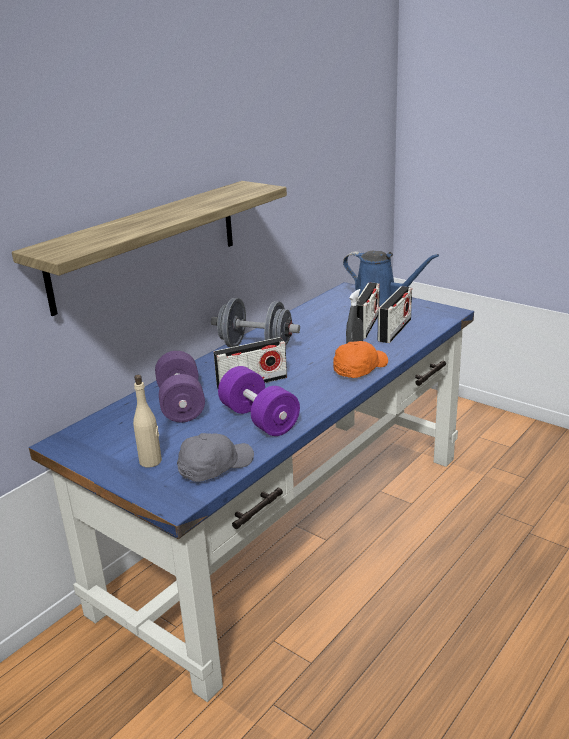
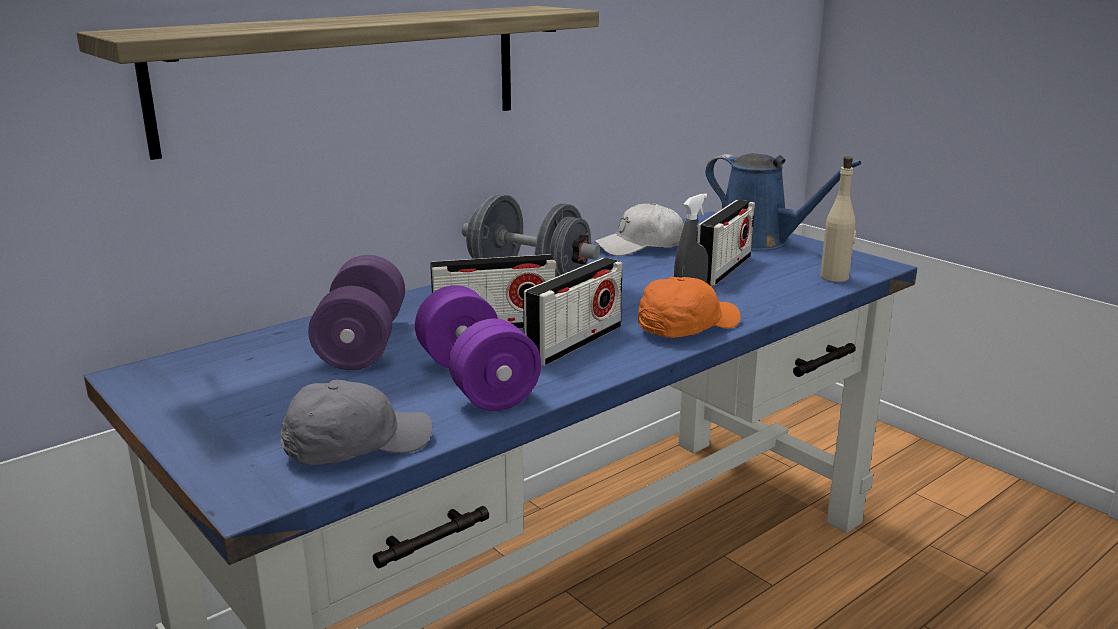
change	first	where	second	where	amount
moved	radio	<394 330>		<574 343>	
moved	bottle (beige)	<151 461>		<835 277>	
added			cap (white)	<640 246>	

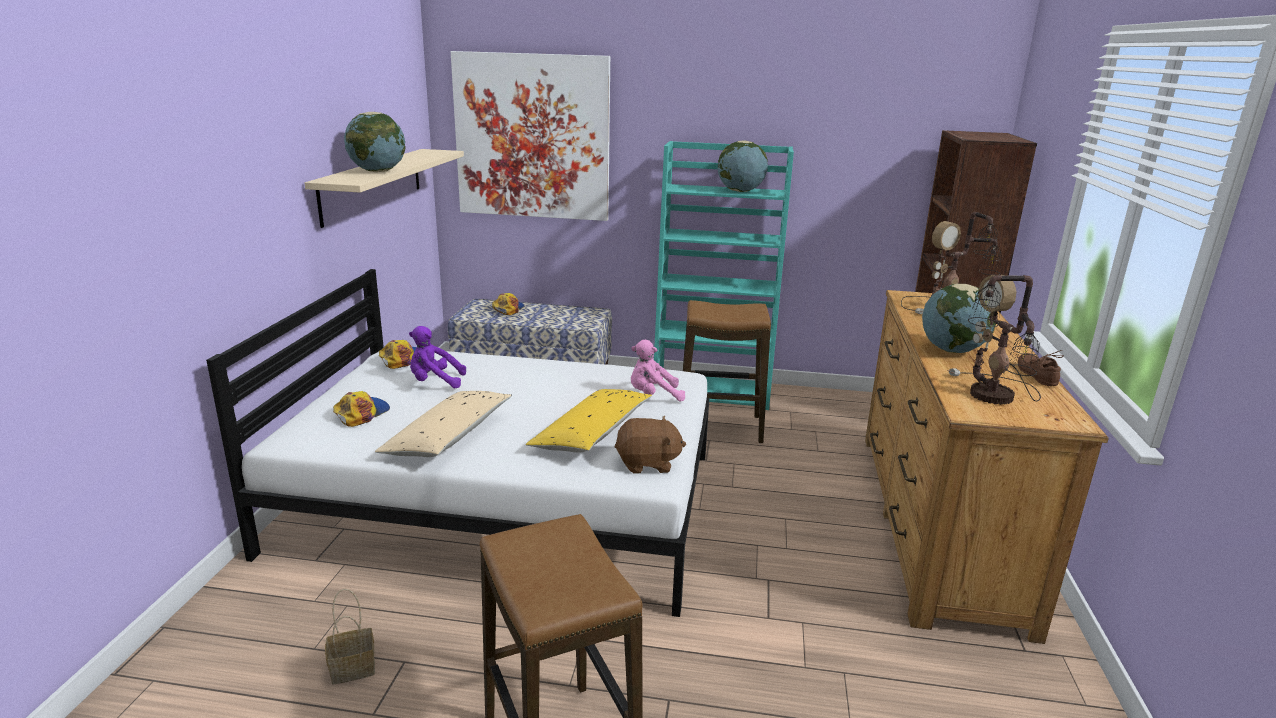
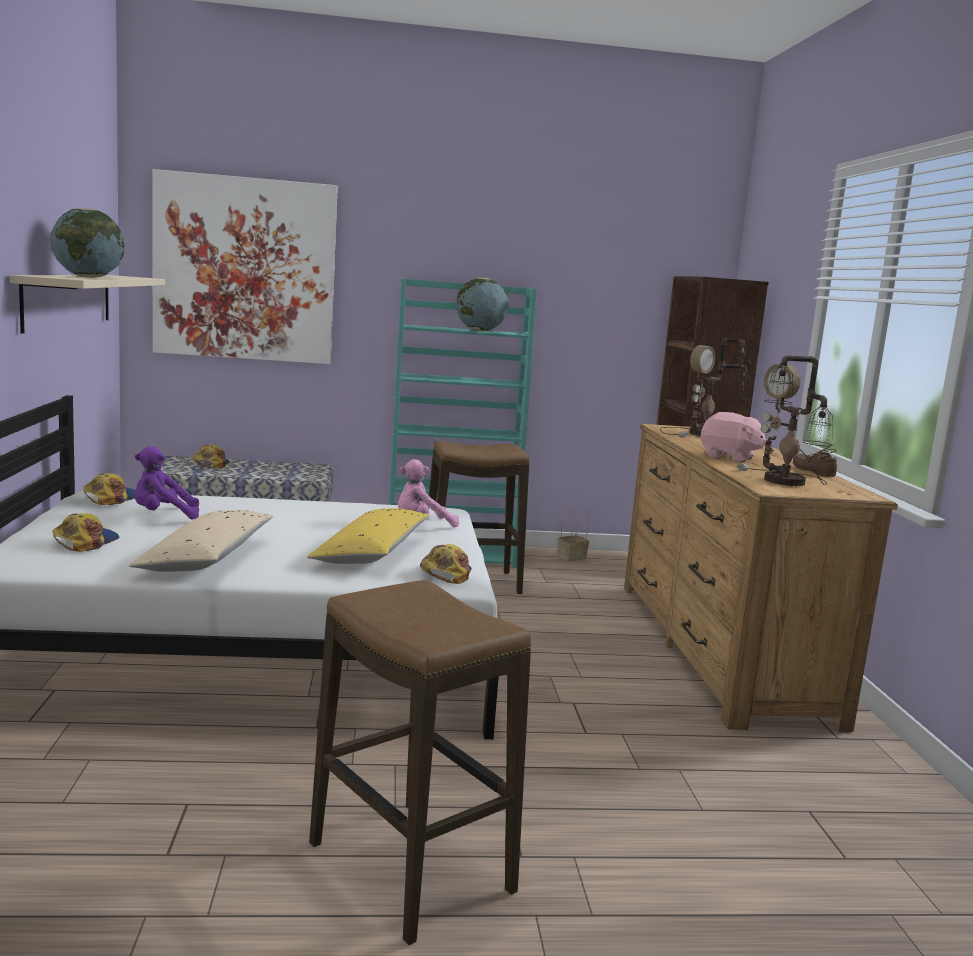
change	first	where	second	where	amount
replaced	globe	<952 350>	plush toy (pink)	<729 457>	
replaced	plush toy (brown)	<648 464>	cap	<446 573>	
moved	basket	<354 667>		<572 557>	

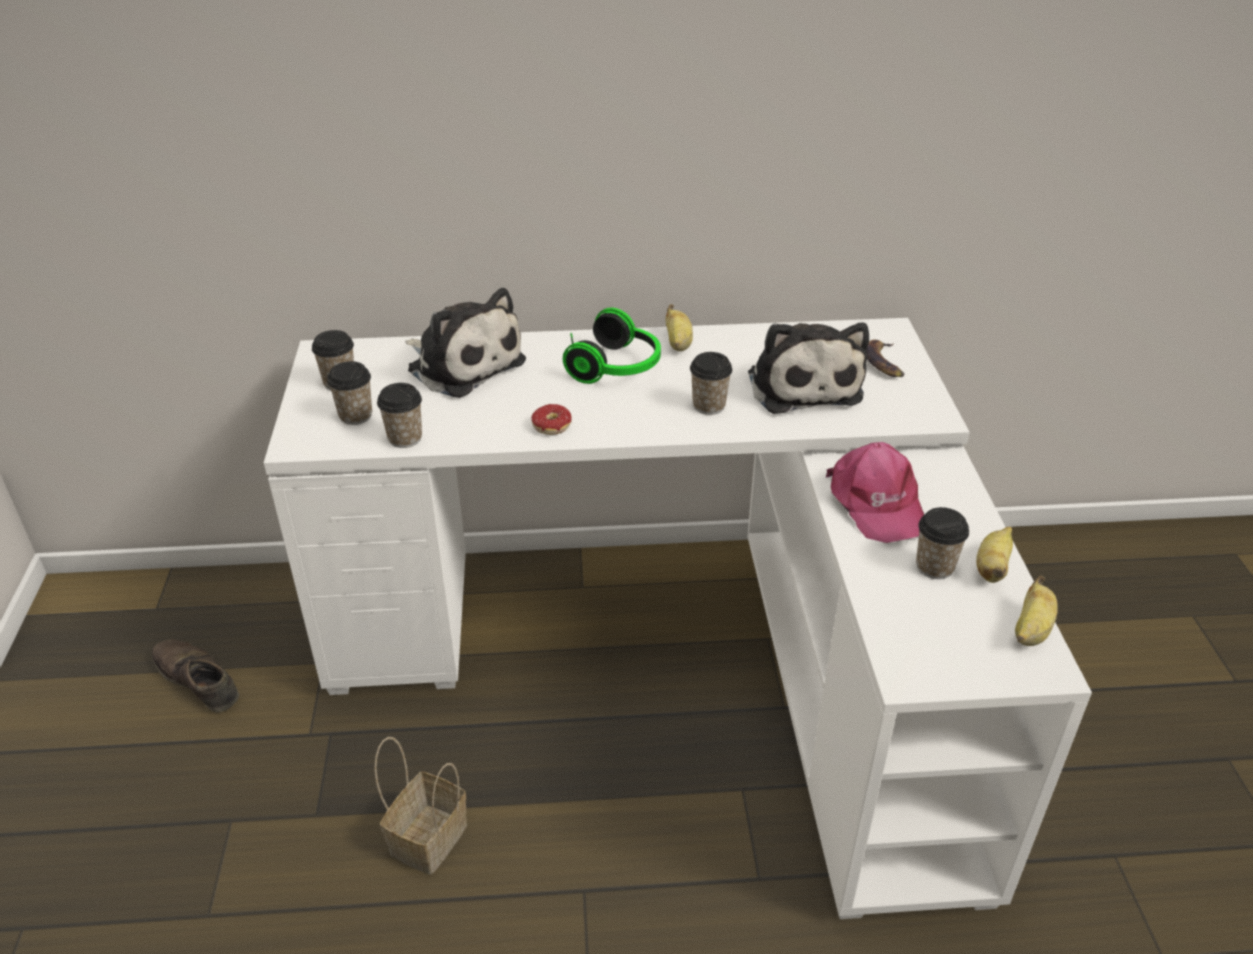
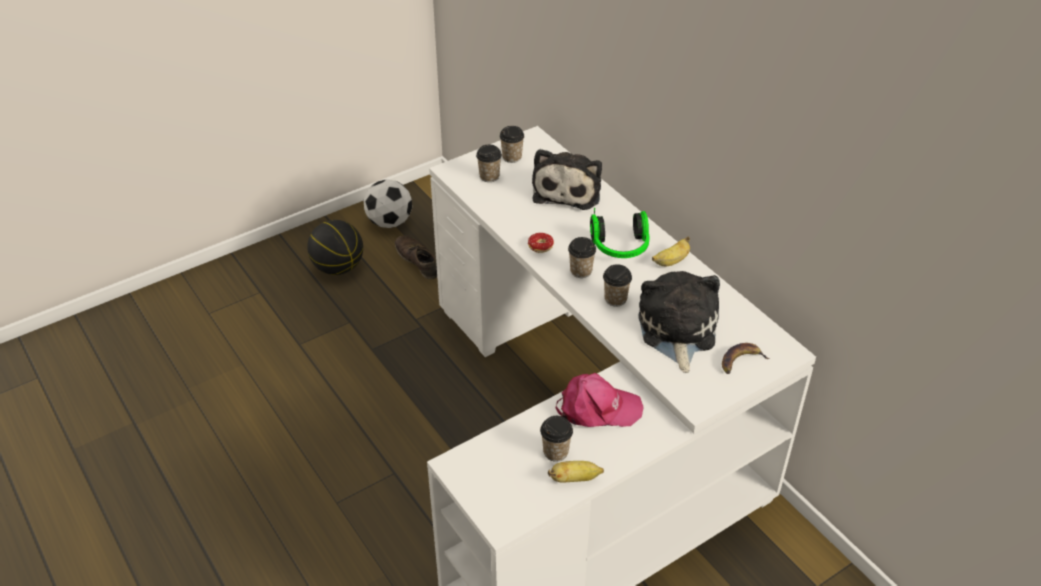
change	first	where	second	where	amount
turned	plush toy	<802 384>		<677 331>	135 degrees clockwise
moved	cup	<405 438>		<581 271>	
turned	cap (pink)	<876 503>		<597 408>	135 degrees counterclockwise
removed	banana	<1031 631>			
turned	shoe (brown)	<197 680>		<418 261>	45 degrees counterclockwise
removed	basket	<429 836>			
added			football	<389 222>	
added			basketball	<338 267>	

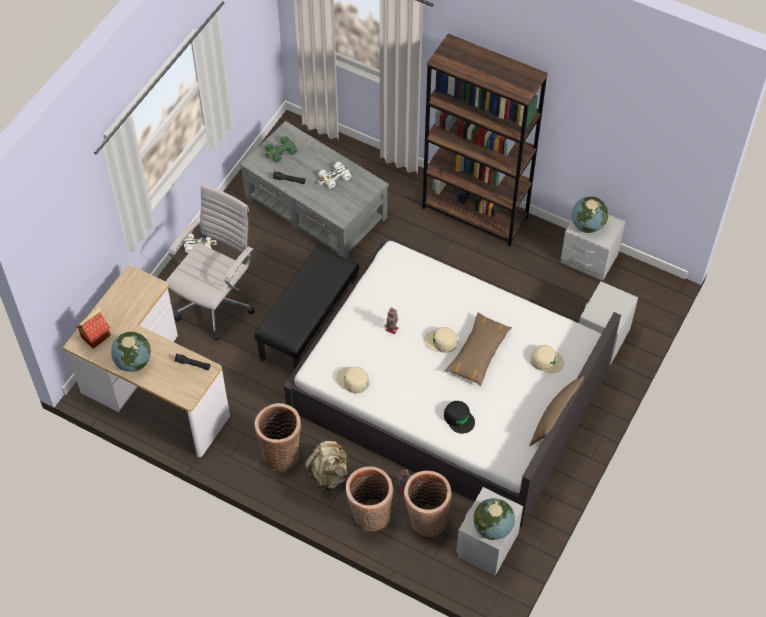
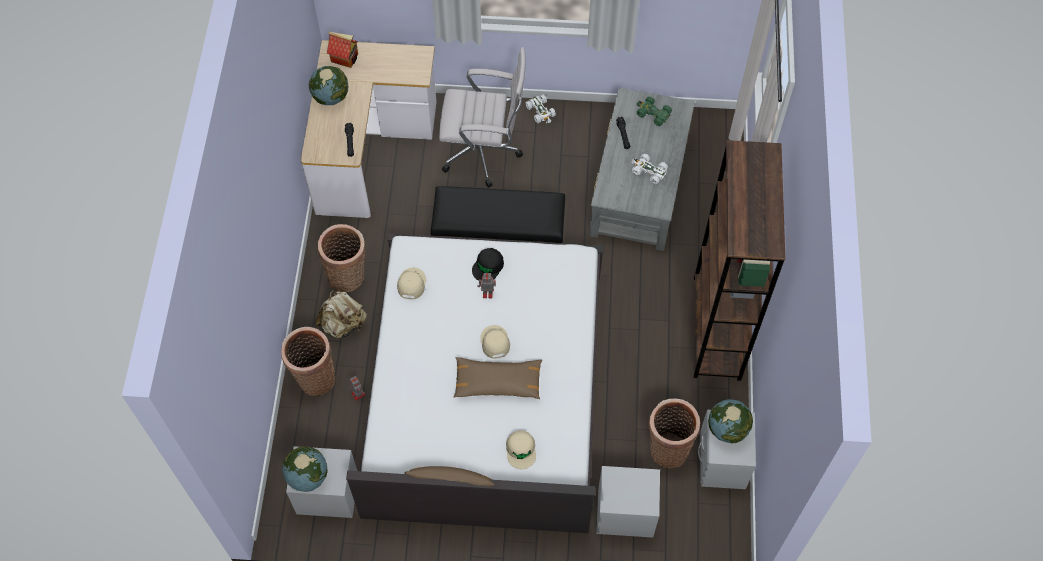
change	first	where	second	where	amount
moved	cap (black)	<459 418>		<488 266>	
moved	basket	<426 520>		<667 447>	

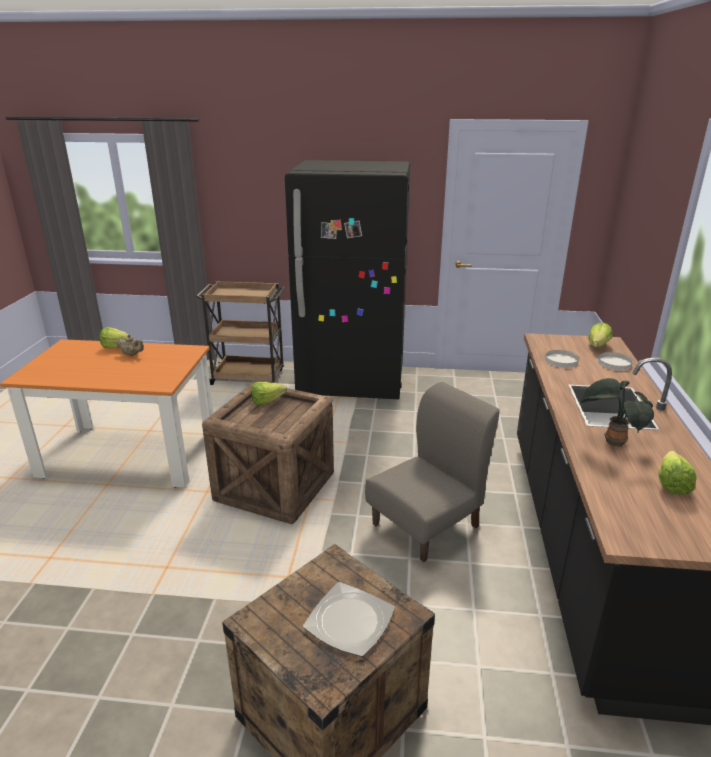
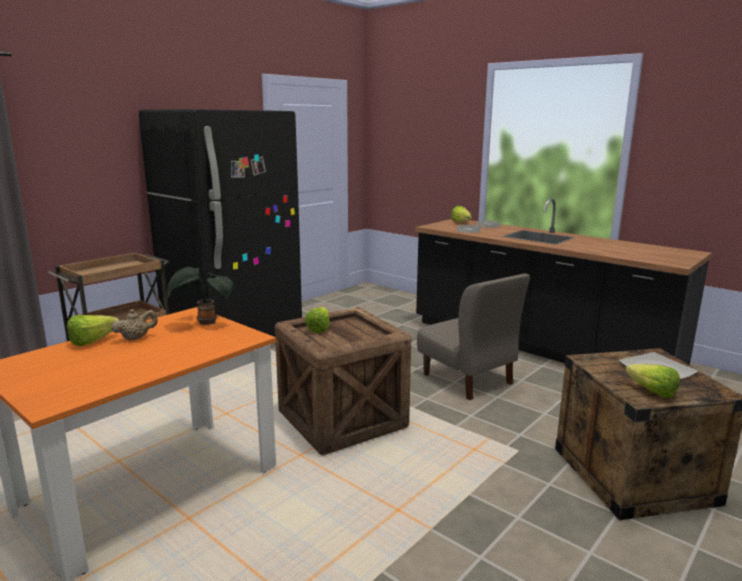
change	first	where	second	where	amount
moved	potted plant	<611 441>		<204 323>	
turned	chair (grey)	<426 525>		<467 379>	150 degrees clockwise
moved	lettuce	<672 482>		<648 390>	

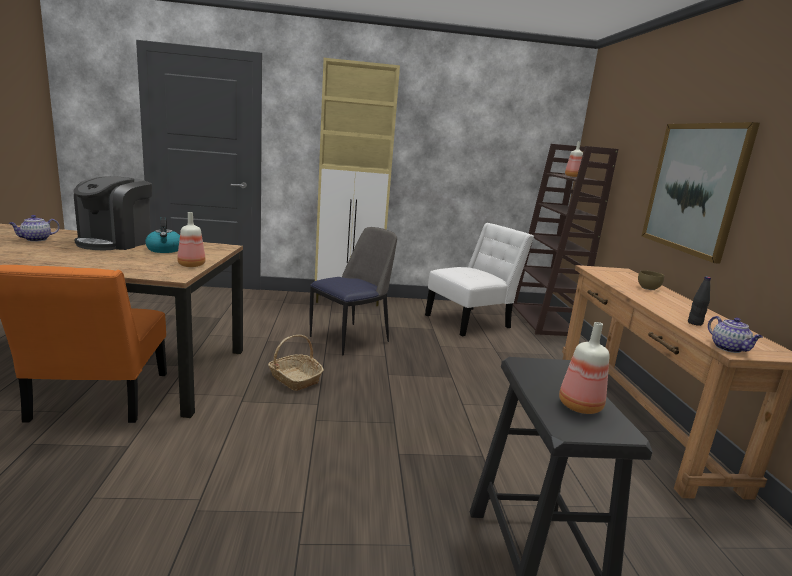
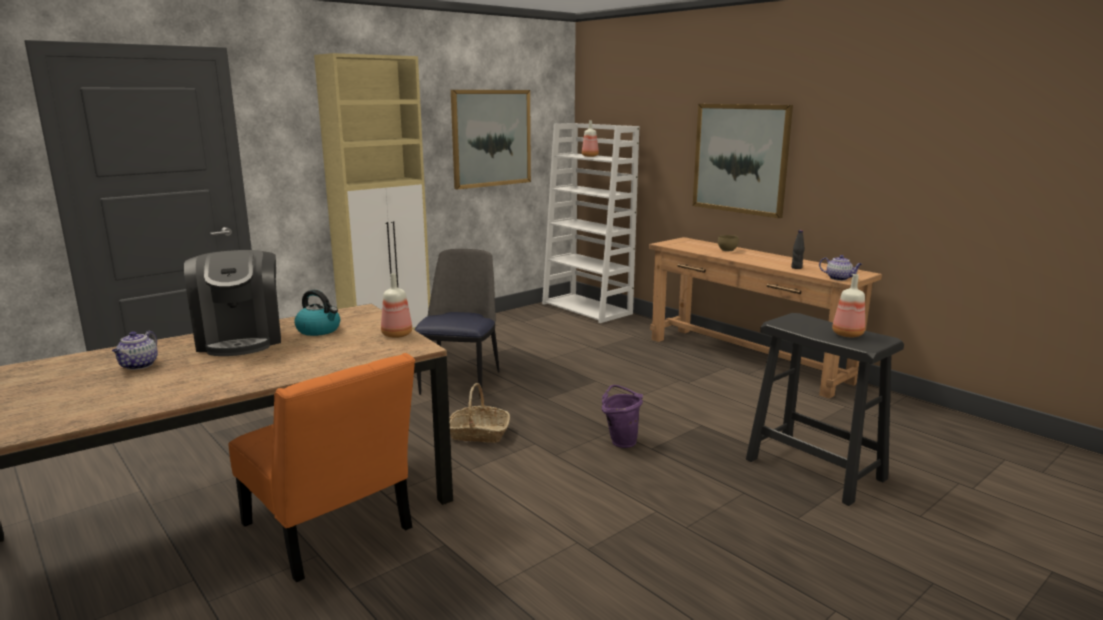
change	first	where	second	where	amount
recoloured	bookcase (brown)	<543 320>	bookcase (white)	<587 309>	
removed	chair (white)	<471 321>			
added			picture	<491 138>	
added			bucket (purple)	<620 441>	

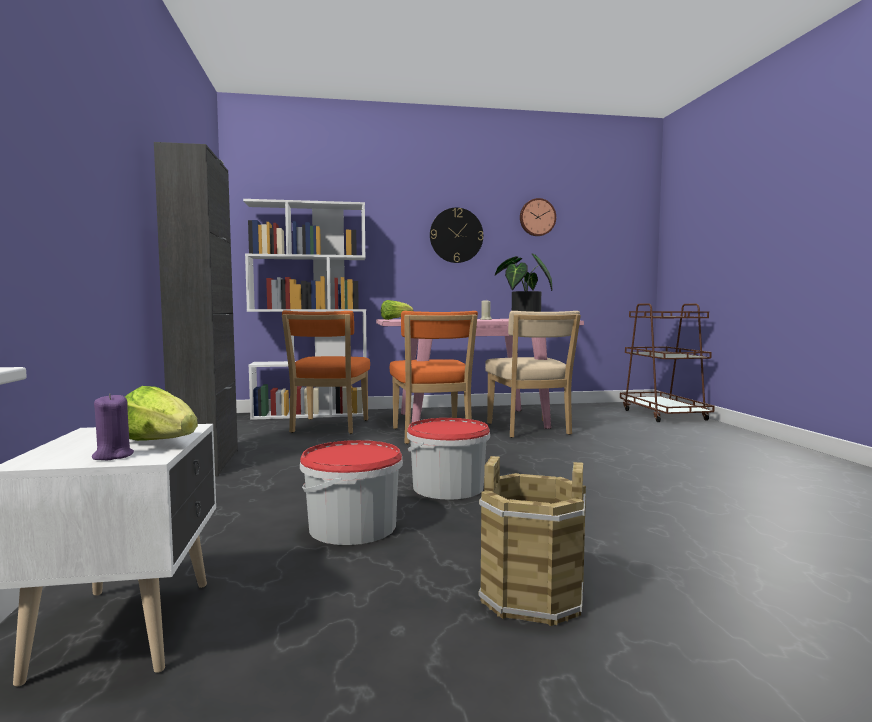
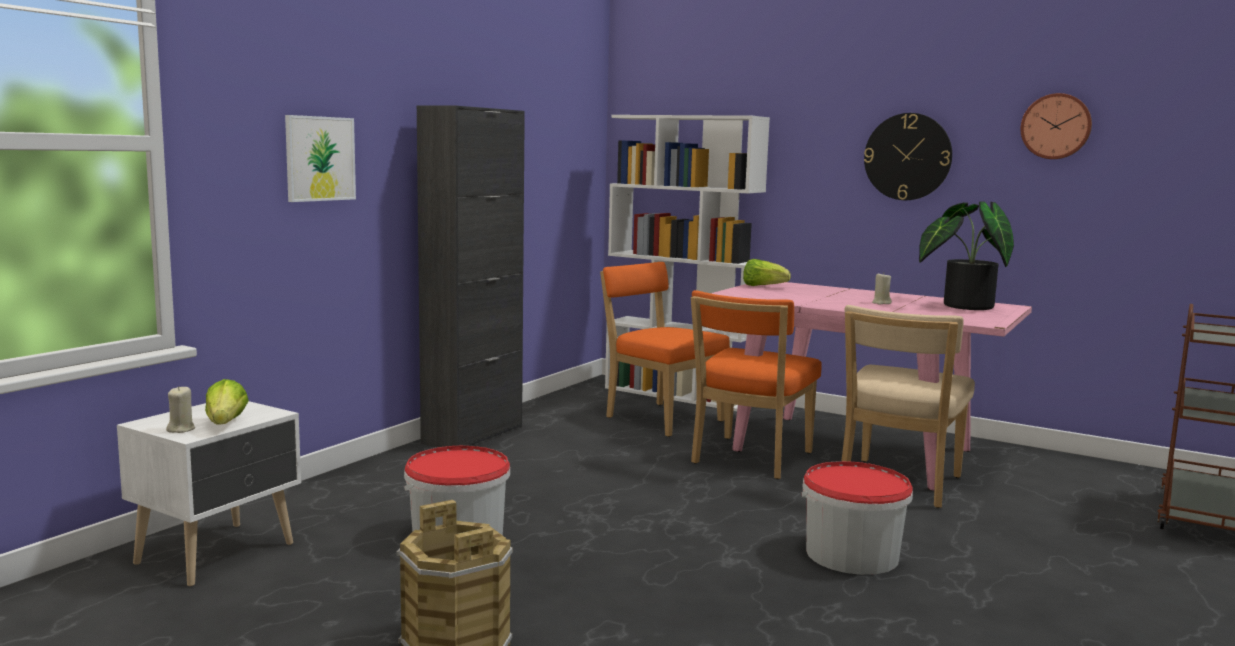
change	first	where	second	where	amount
turned	chair (orange)	<328 427>		<660 418>	90 degrees clockwise
recoloured	candle (purple)	<112 456>	candle (beige)	<181 429>	
moved	bucket	<448 487>		<852 555>	
added			picture	<320 158>	

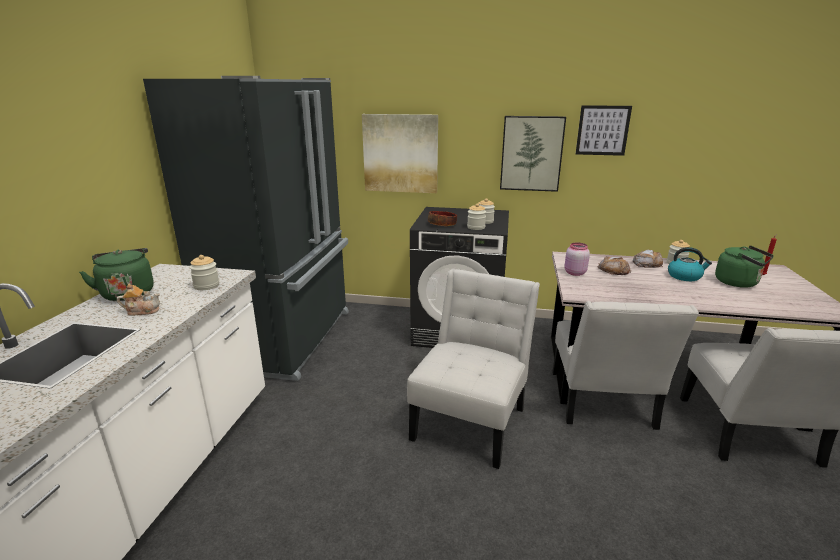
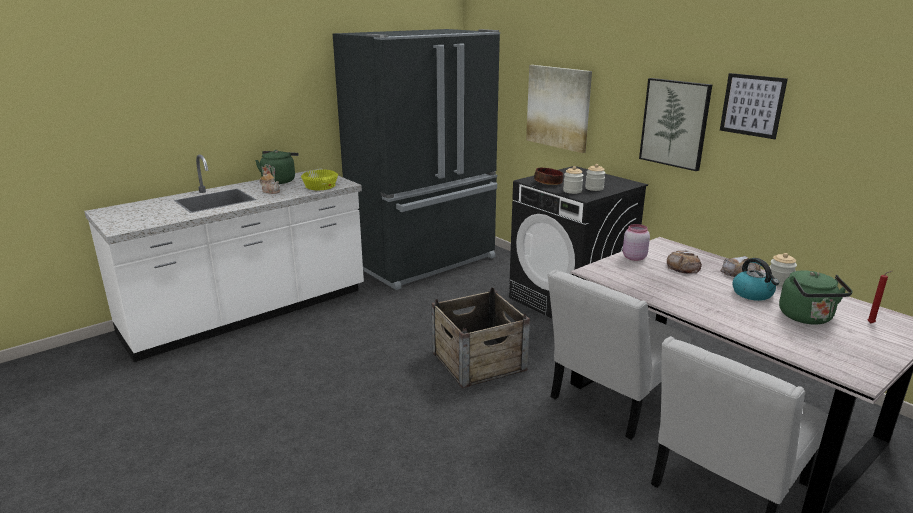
change	first	where	second	where	amount
replaced	jar	<206 286>	bowl (yellow)	<320 187>	
replaced	chair (white)	<471 419>	crate	<479 361>	

